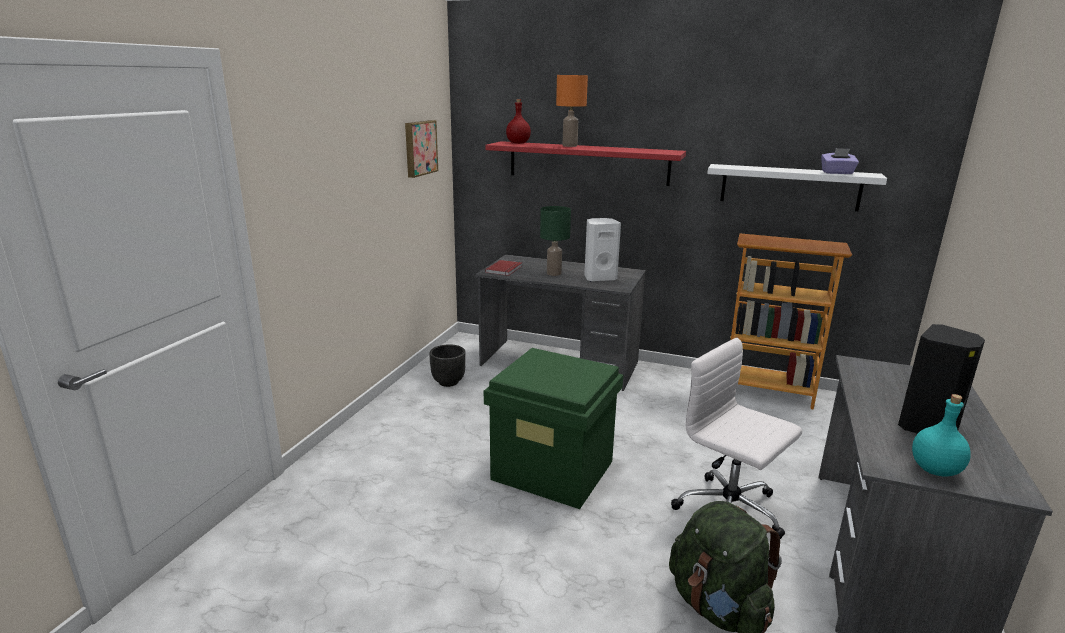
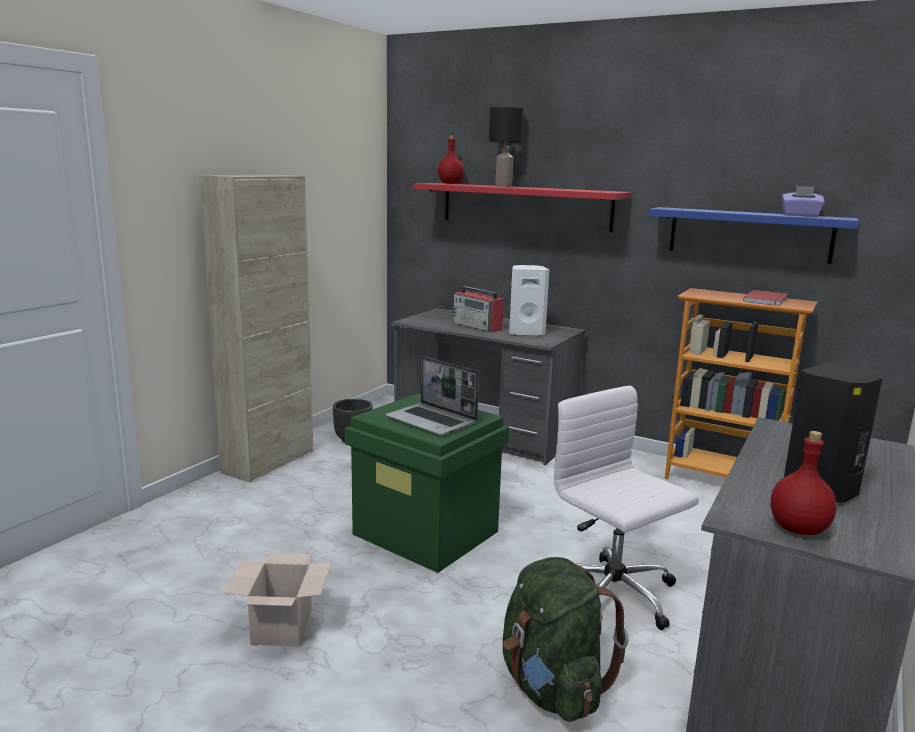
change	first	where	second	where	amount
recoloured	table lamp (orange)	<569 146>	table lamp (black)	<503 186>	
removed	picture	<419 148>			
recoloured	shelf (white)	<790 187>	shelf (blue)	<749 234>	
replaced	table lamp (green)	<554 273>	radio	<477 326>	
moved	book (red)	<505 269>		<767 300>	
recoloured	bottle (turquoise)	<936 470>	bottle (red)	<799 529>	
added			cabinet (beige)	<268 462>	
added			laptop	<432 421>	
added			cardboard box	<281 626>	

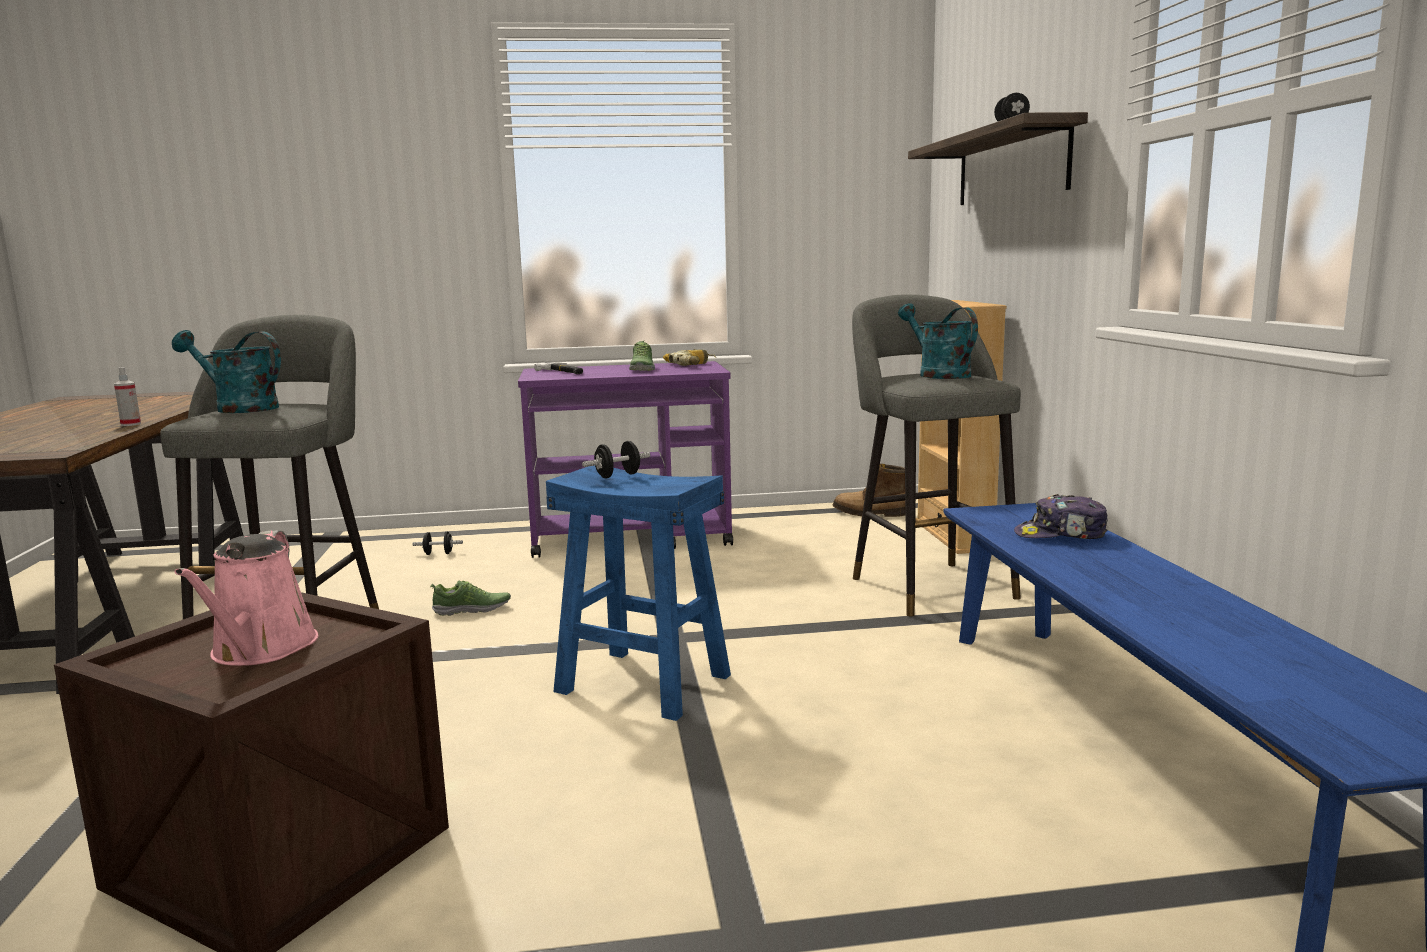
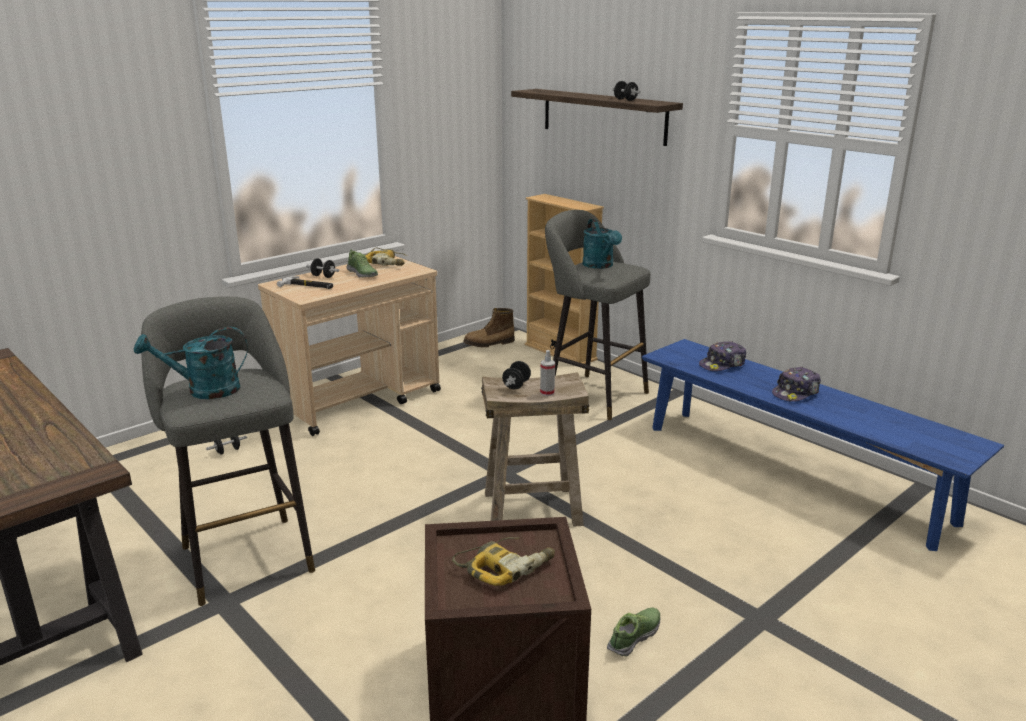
change	first	where	second	where	amount
turned	watering can (turquoise)	<938 374>		<600 266>	135 degrees counterclockwise
recoloured	cart (purple)	<632 538>	cart (beige)	<360 400>	
moved	spray bottle	<131 424>		<547 393>	
recoloured	stool (blue)	<642 683>	stool (beige)	<532 509>	
replaced	watering can (pink)	<260 650>	power drill	<505 566>	
moved	shoe	<472 610>		<634 637>	
added			dumbbell (black)	<323 276>	
added			cap	<796 393>	

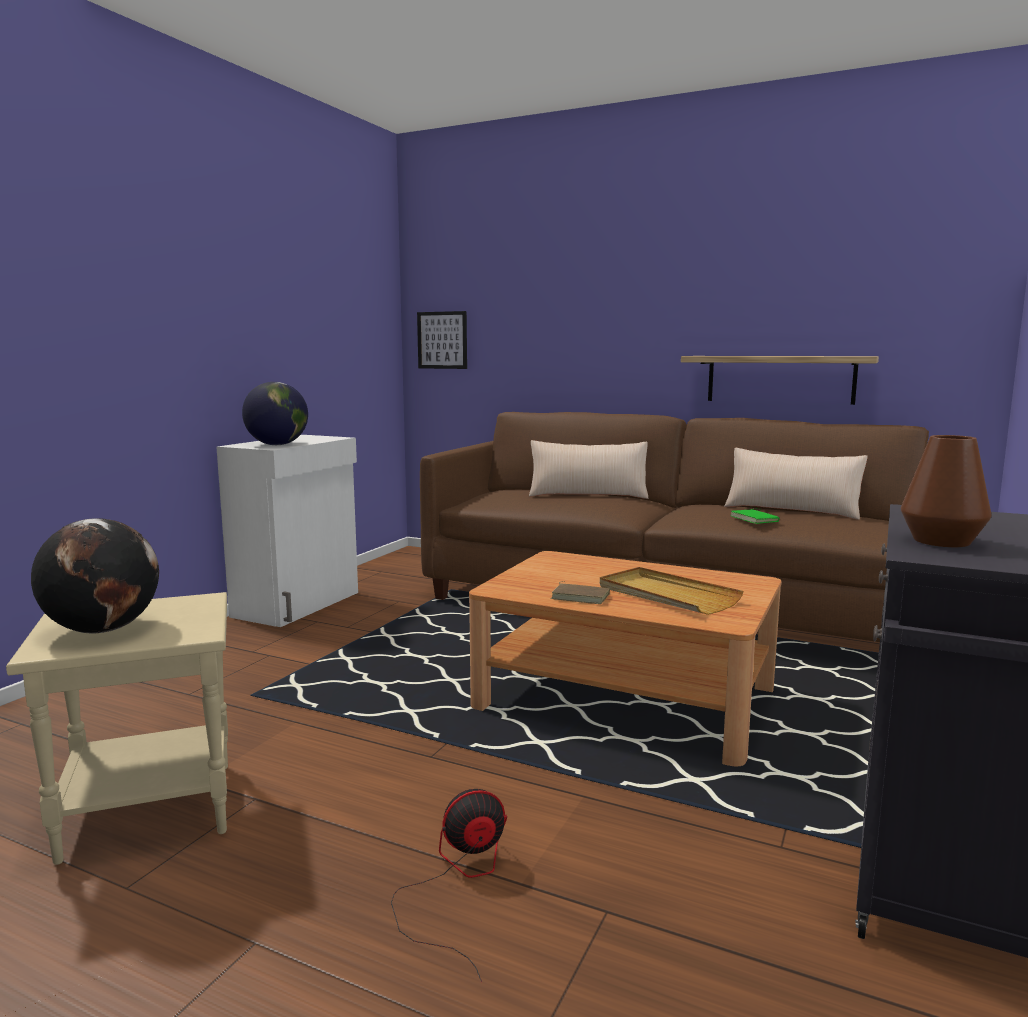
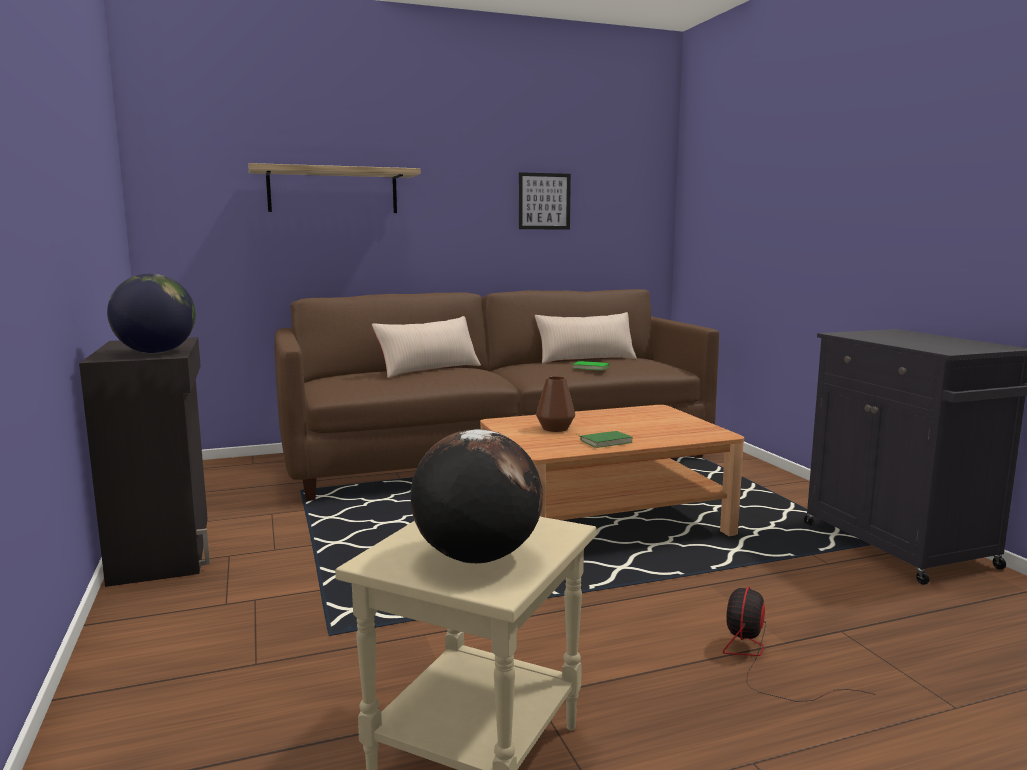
change	first	where	second	where	amount
moved	picture	<442 340>		<544 201>	
moved	shelf	<780 379>		<333 191>	
recoloured	cabinet (white)	<299 604>	cabinet (black)	<165 548>	
moved	vase (brown)	<941 541>		<555 428>	
removed	tray (beige)	<666 595>			
recoloured	book (brown)	<581 596>	book (green)	<605 441>	

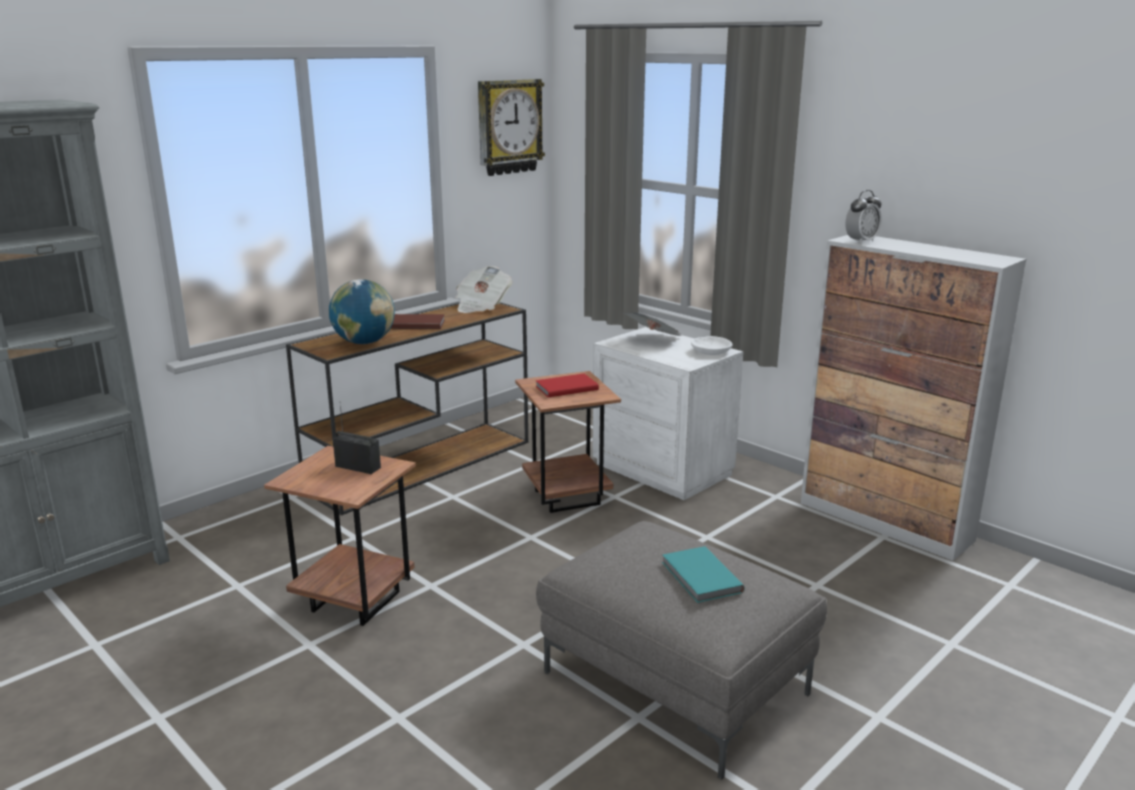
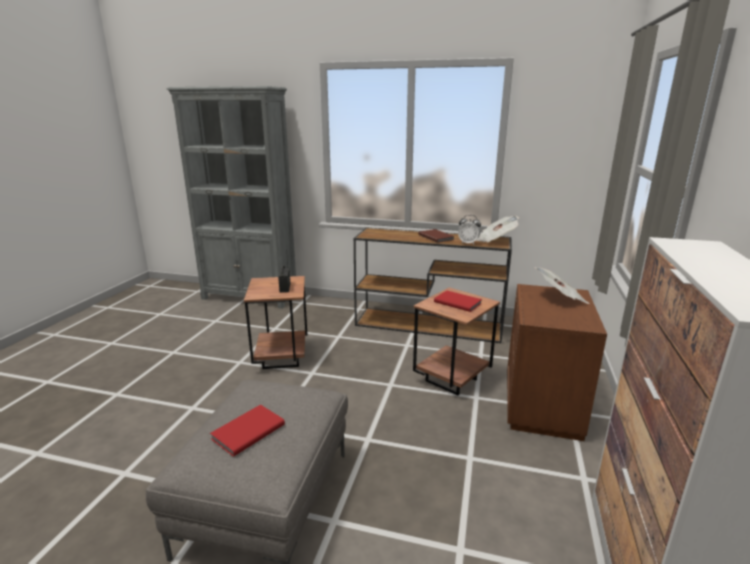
change	first	where	second	where	amount
removed	wall clock	<509 127>			
moved	alarm clock	<861 241>		<468 243>	
removed	globe	<364 342>			
recoloured	nightstand (white)	<664 469>	nightstand (brown)	<543 405>	
removed	bowl (white)	<711 351>			
recoloured	book (turquoise)	<700 578>	book (red)	<246 431>	

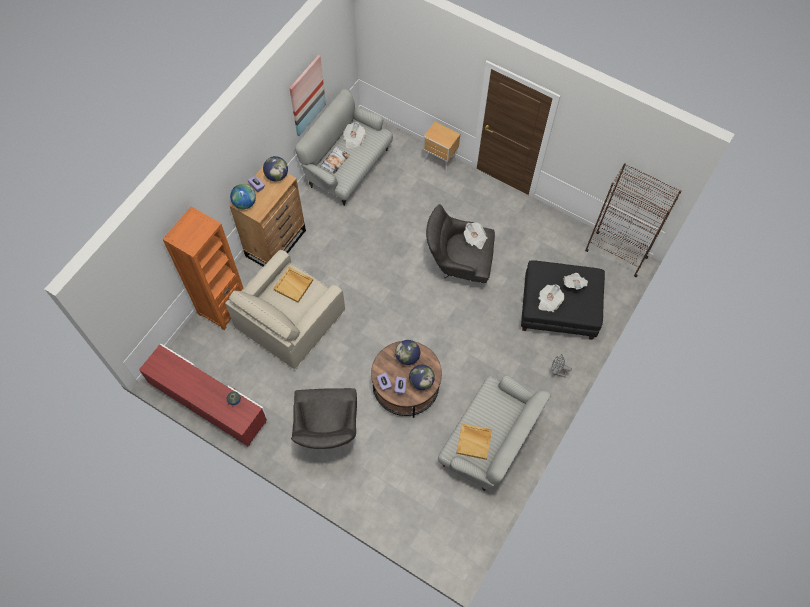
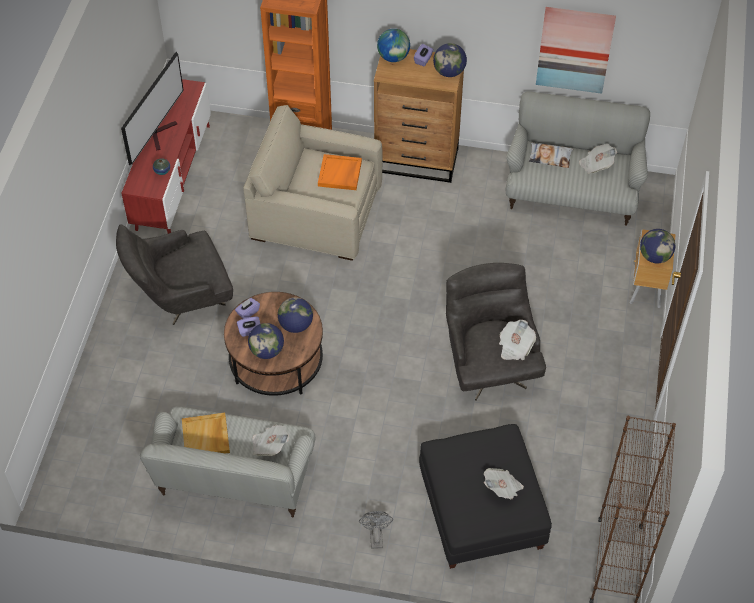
change	first	where	second	where	amount
recoloured	tray (beige)	<294 285>	tray (orange)	<340 174>	
moved	newspaper	<548 301>		<269 445>	
added			television	<160 133>	
added			globe	<654 256>	

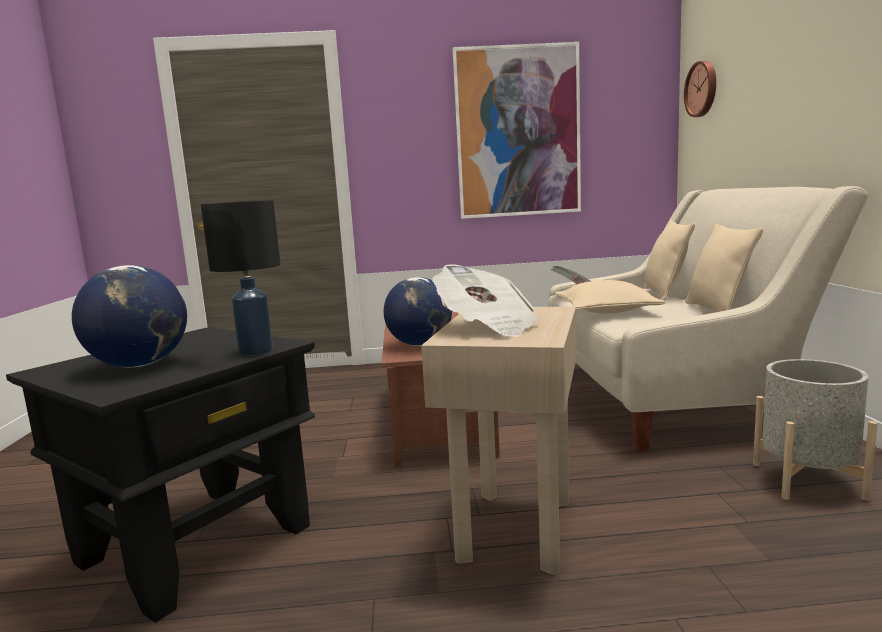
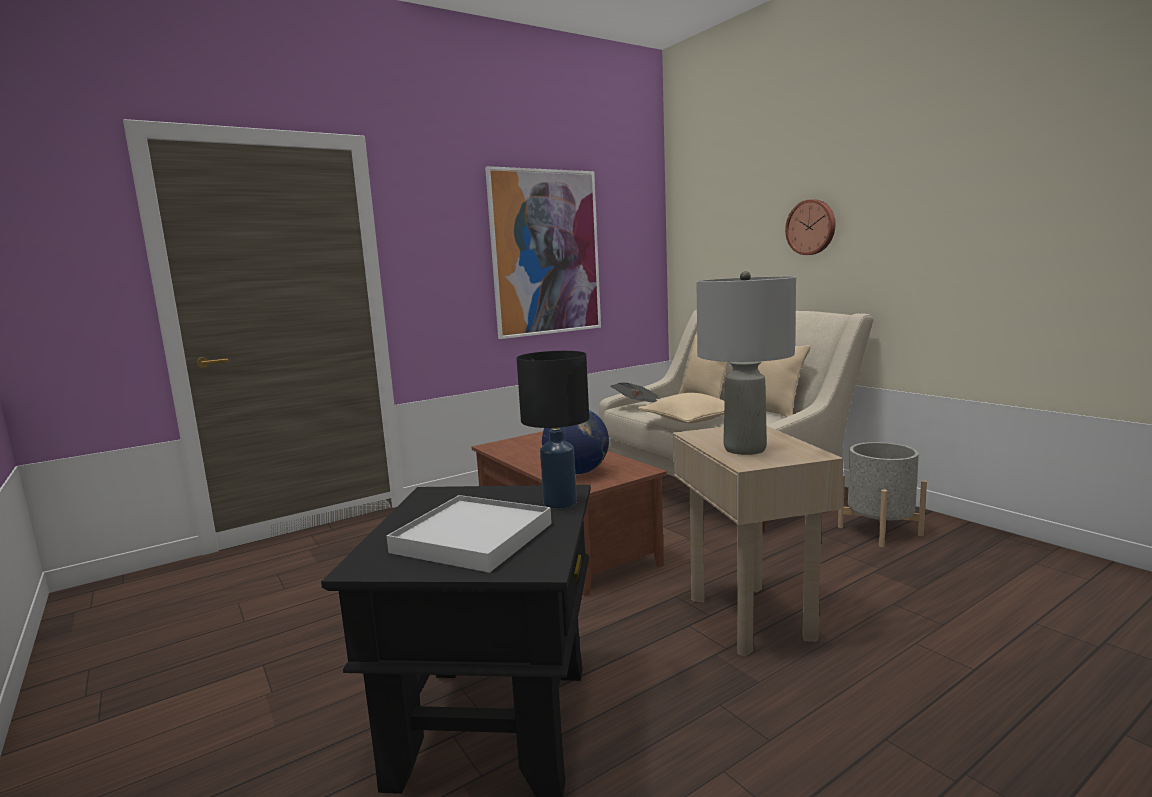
change	first	where	second	where	amount
moved	wall clock	<702 89>		<811 227>	
replaced	newspaper	<487 327>	table lamp (grey)	<745 449>	
replaced	globe	<139 365>	tray (white)	<472 538>	

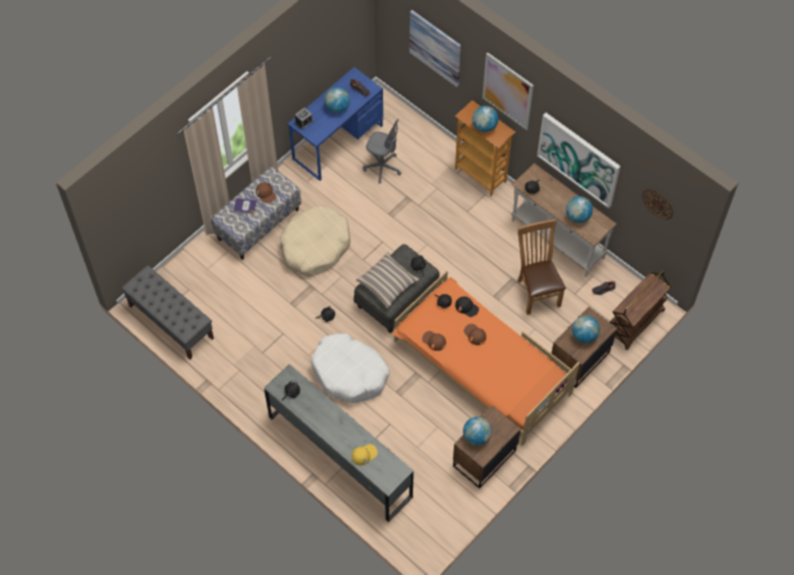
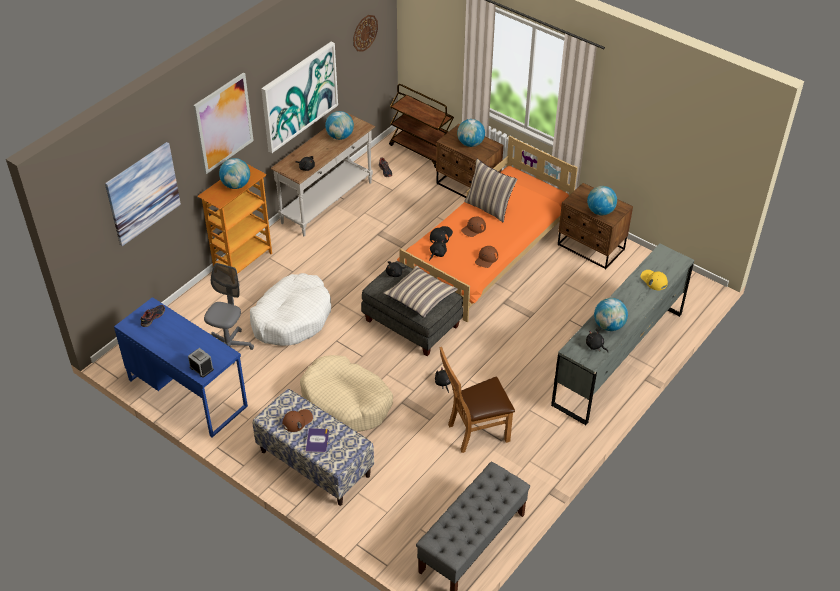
change	first	where	second	where	amount
moved	globe	<337 107>		<609 325>	
moved	chair (brown)	<537 291>		<474 432>	
moved	dog bed (white)	<349 373>		<292 318>	
added			pillow	<489 208>	

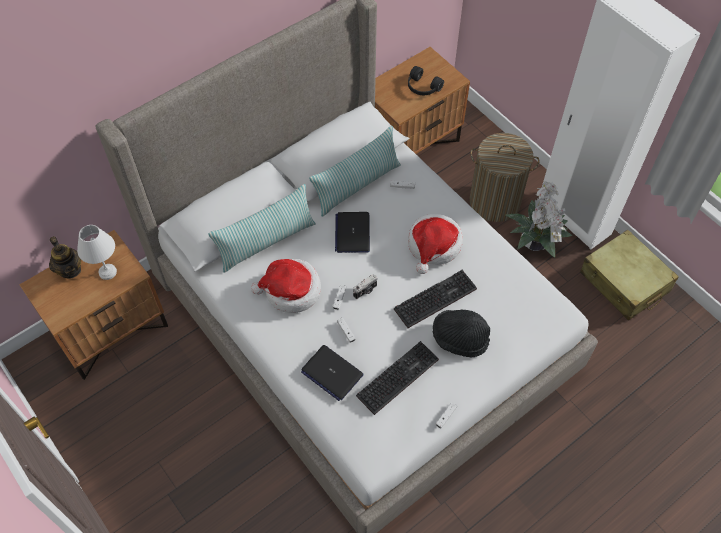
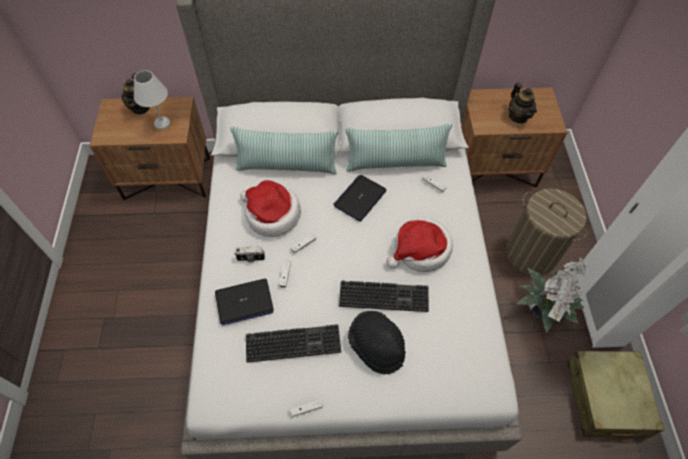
change	first	where	second	where	amount
replaced	headphones (black)	<422 88>	teapot	<518 116>	
moved	photo camera	<365 291>		<250 258>	
turned	laptop	<331 373>		<244 302>	90 degrees counterclockwise

